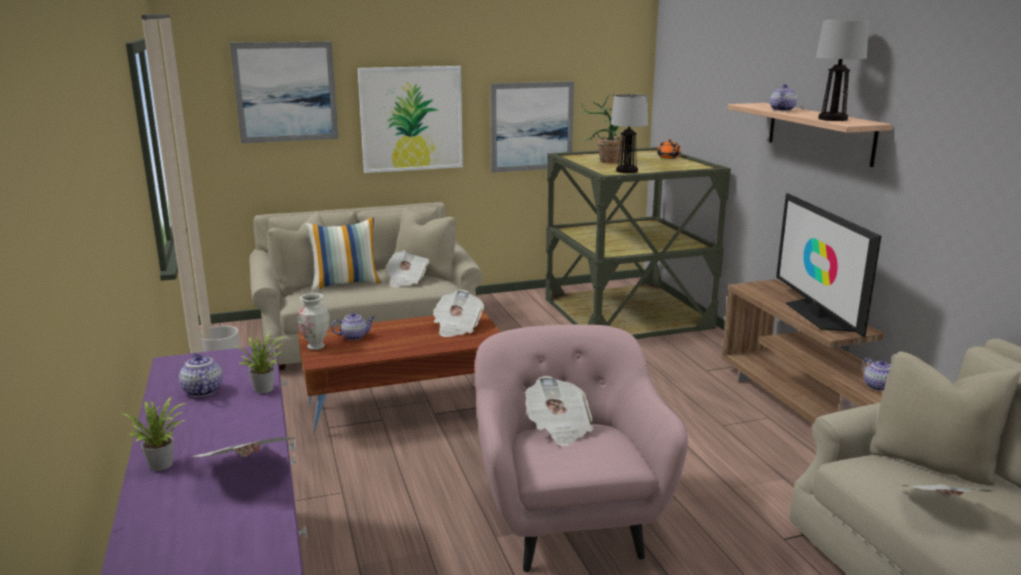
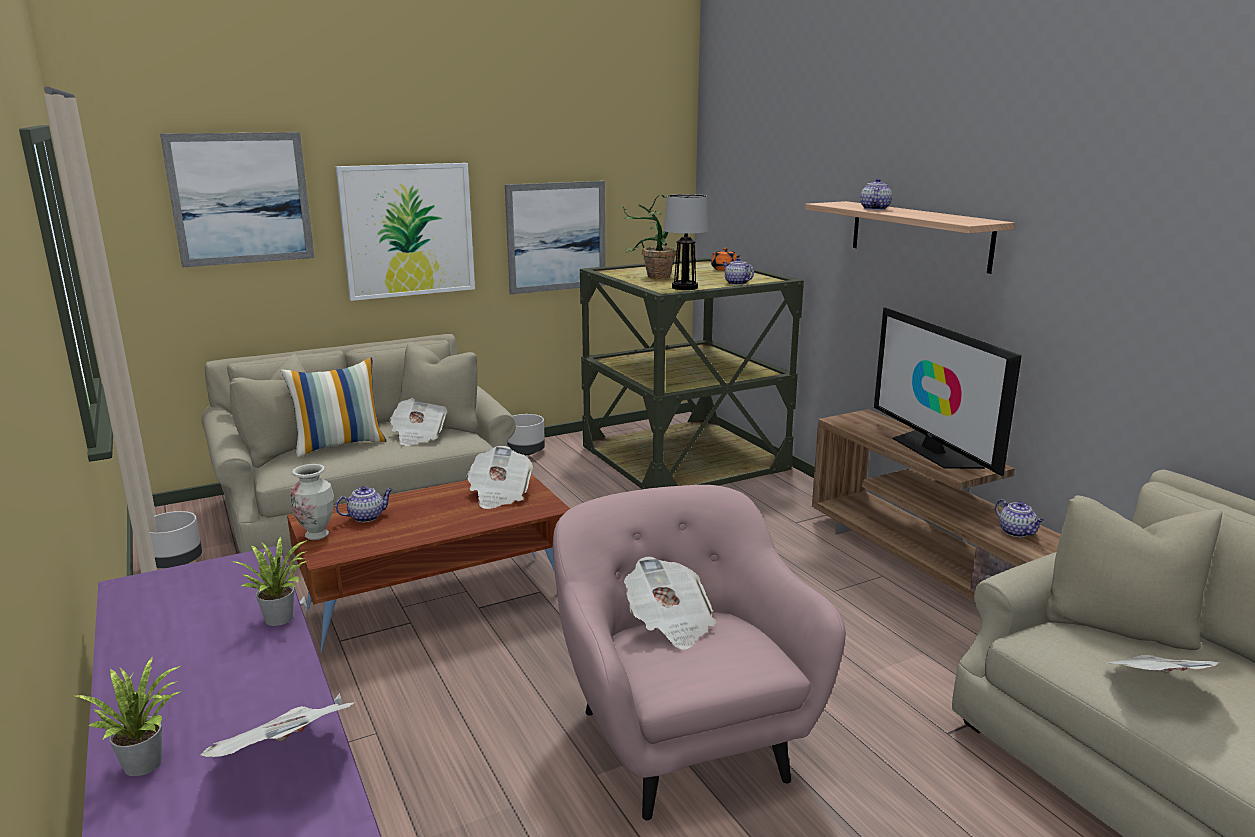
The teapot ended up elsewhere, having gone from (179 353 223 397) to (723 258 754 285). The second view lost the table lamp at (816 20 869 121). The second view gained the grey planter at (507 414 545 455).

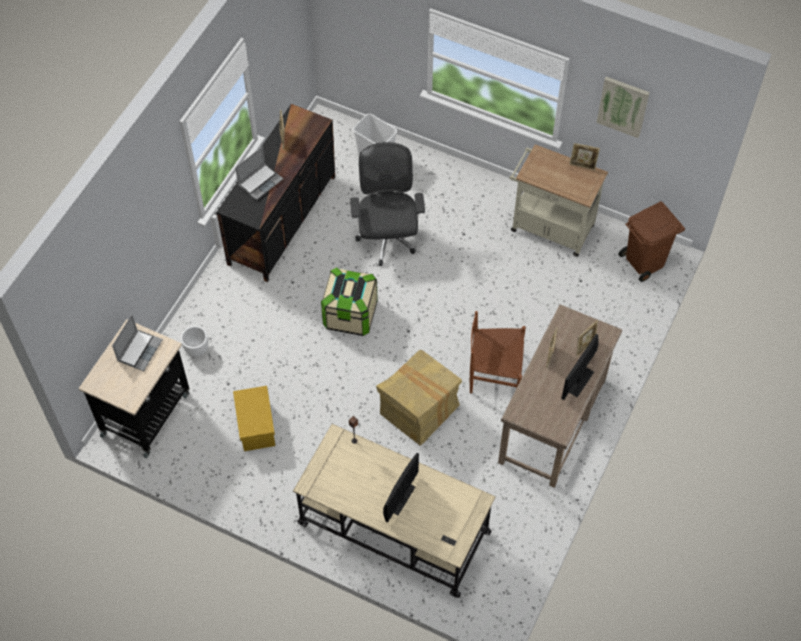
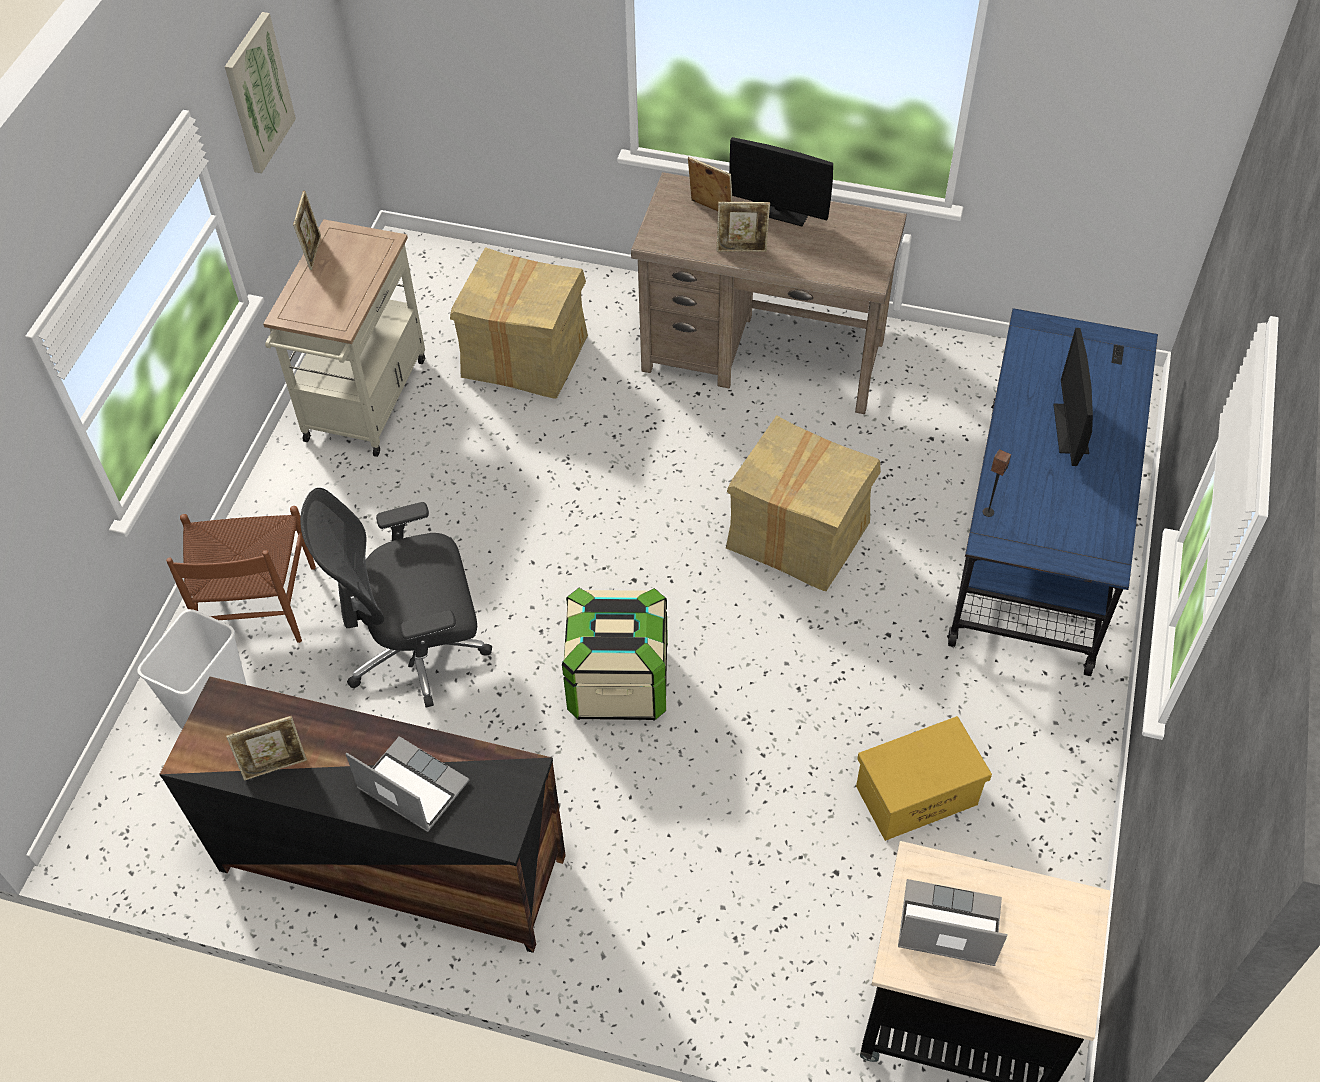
The second view lost the white planter at (181 326 208 357). What was the beige desk at (293 424 496 598) turned into the blue desk at (947 308 1158 676). The monitor at (383 453 419 522) ended up facing another way, 105 degrees counterclockwise from before. The brown chair ended up elsewhere, having gone from (470 311 526 393) to (166 506 316 643). The second view lost the brown trash can at (618 201 685 282). The second view gained the cardboard box at (450 247 588 399).

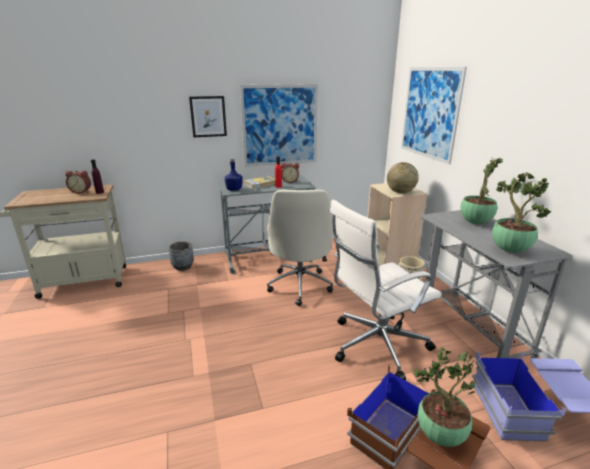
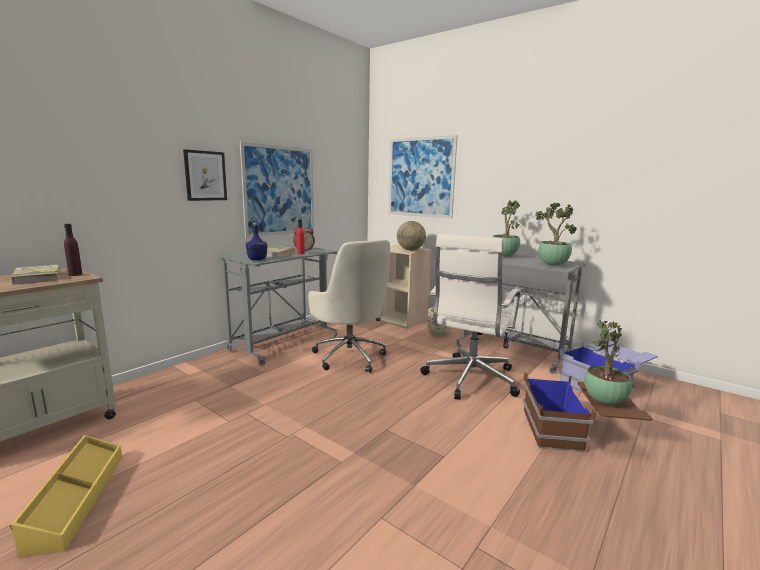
Where the alarm clock stood at (65 171 91 194), the book came to stand at (11 264 59 285). The second view lost the grey planter at (169 241 194 271). The second view gained the yellow storage box at (10 435 122 558).

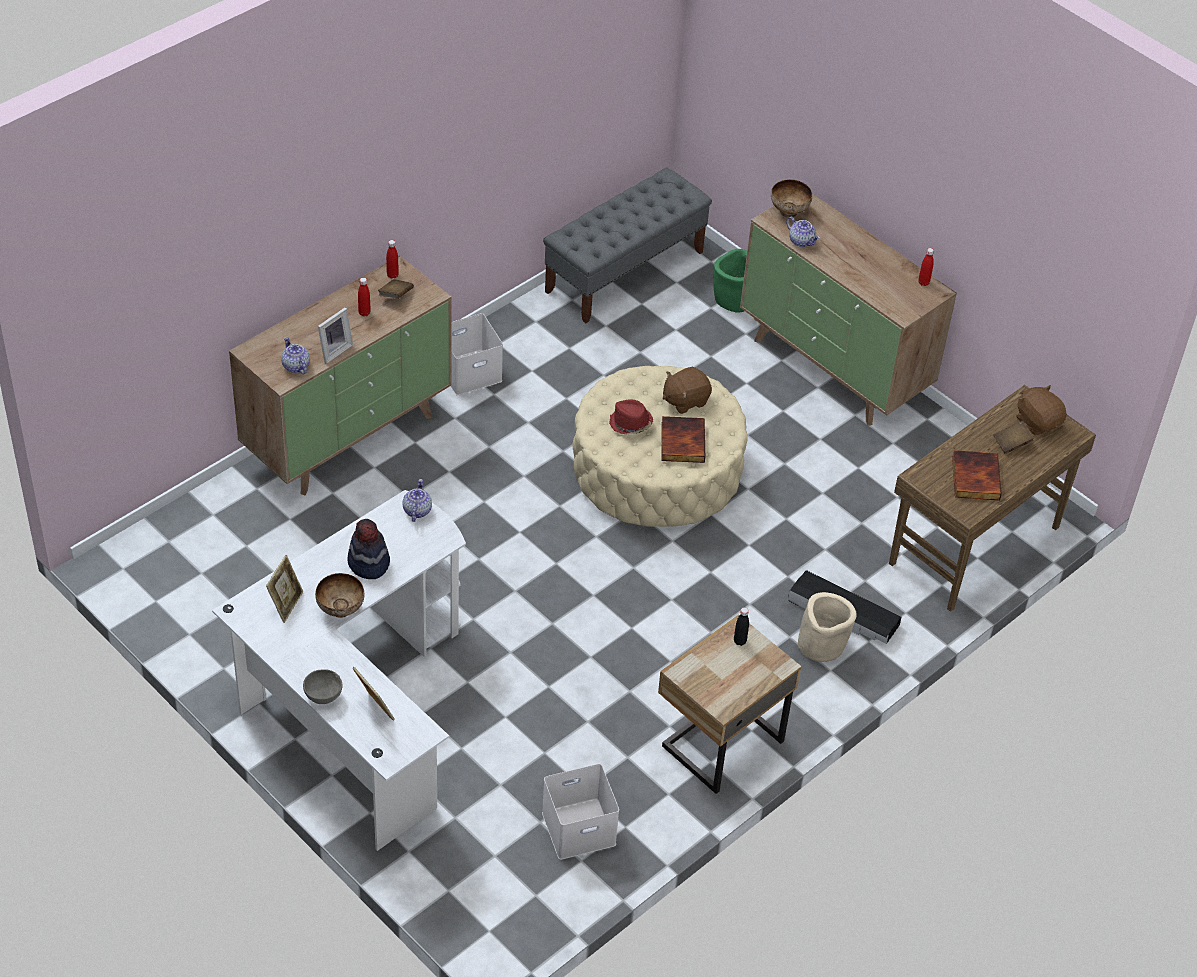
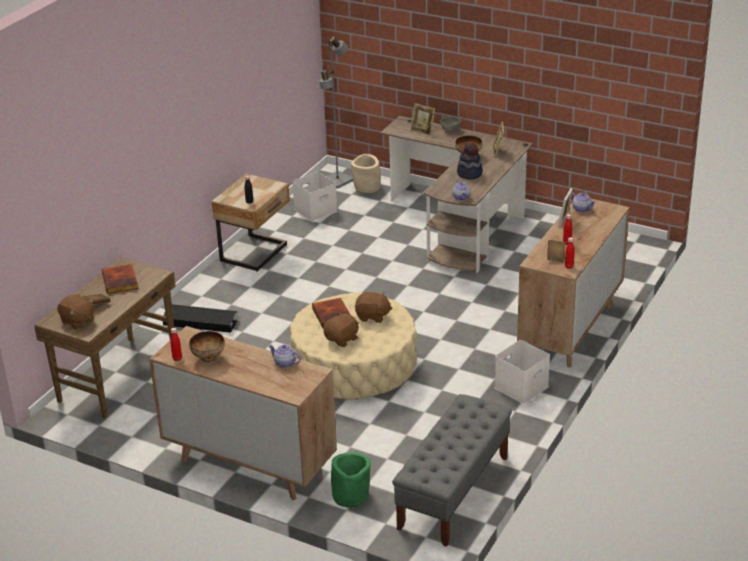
What was the white desk at (212 490 466 851) turned into the brown desk at (380 116 533 273). Where the red hat stood at (609 399 653 435), the brown plush toy came to stand at (355 292 392 323). The bowl ended up elsewhere, having gone from (771 179 812 218) to (189 331 225 363). The beige planter ended up elsewhere, having gone from (798 592 857 662) to (351 154 381 193). The second view gained the grey floor lamp at (319 37 353 189).

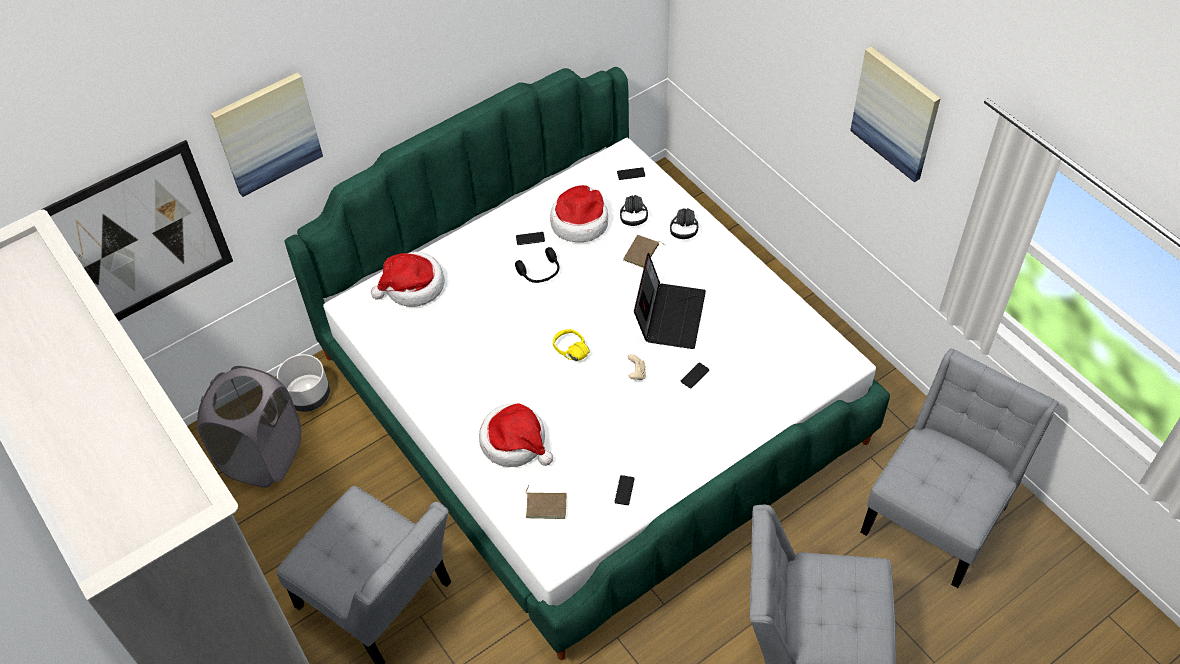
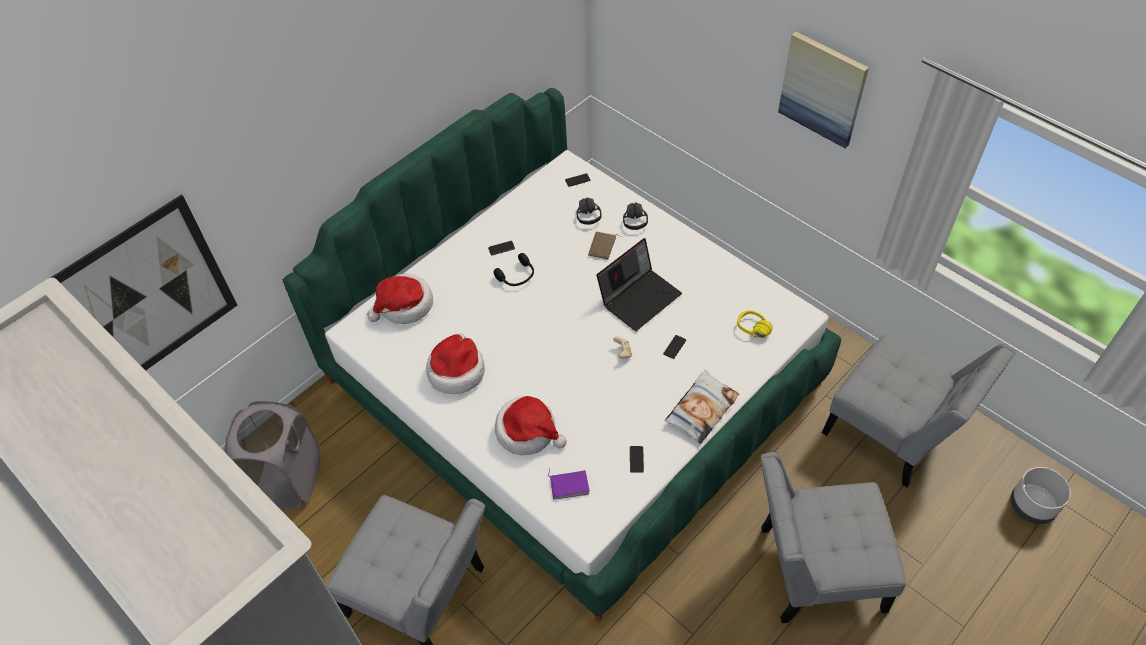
The second view lost the picture at (211 72 323 197). The grey planter ended up elsewhere, having gone from (277 354 330 412) to (1011 467 1071 524). What was the brown book at (526 485 567 519) turned into the purple book at (548 469 590 499). The hat ended up elsewhere, having gone from (550 185 608 242) to (426 333 485 394). The yellow headphones ended up elsewhere, having gone from (553 329 590 361) to (737 310 773 338). The laptop at (634 253 706 349) ended up facing another way, 45 degrees clockwise from before. The grey chair at (860 349 1059 588) ended up facing another way, 105 degrees clockwise from before. The second view gained the pillow at (665 370 739 444).

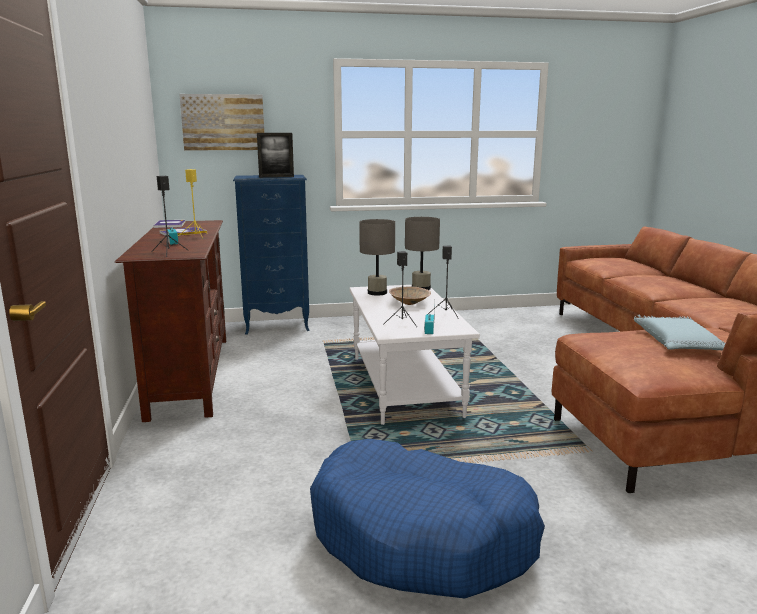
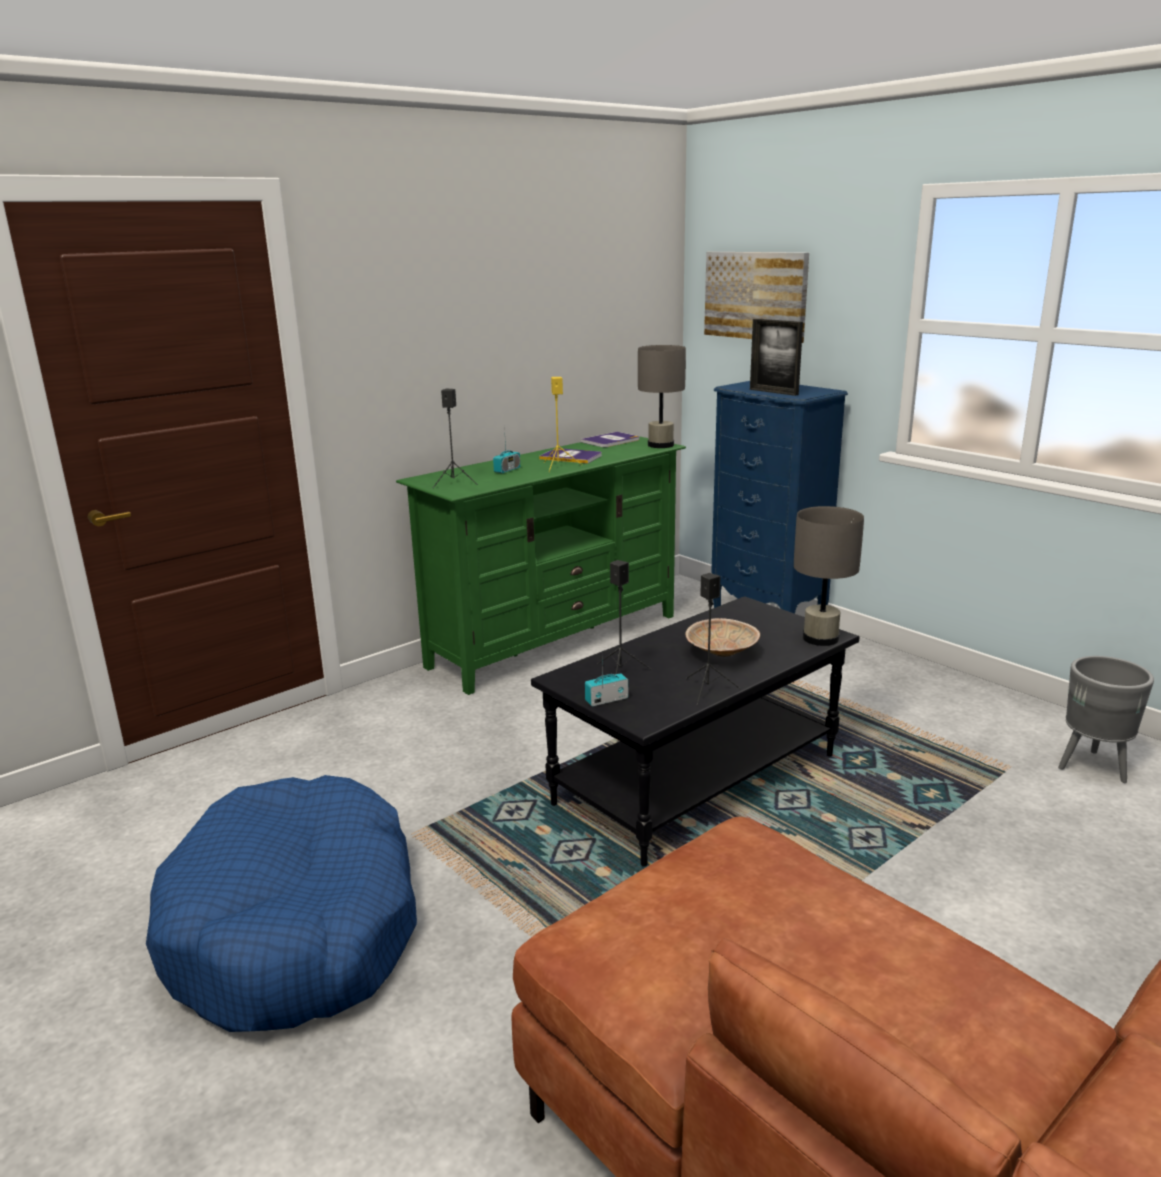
What was the brown tv stand at (115 220 226 422) turned into the green tv stand at (396 436 686 695). What was the white coffee table at (349 285 480 425) turned into the black coffee table at (531 596 859 867). The grey table lamp ended up elsewhere, having gone from (359 219 395 296) to (638 345 686 448). The second view lost the blue pillow at (633 314 725 350). The second view gained the grey planter at (1058 656 1154 783).

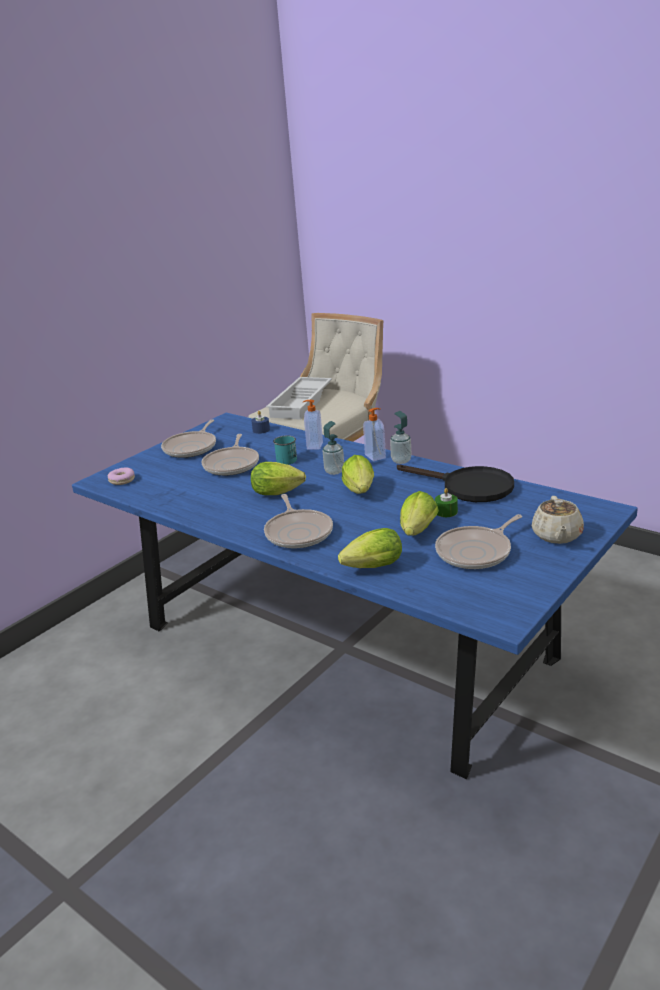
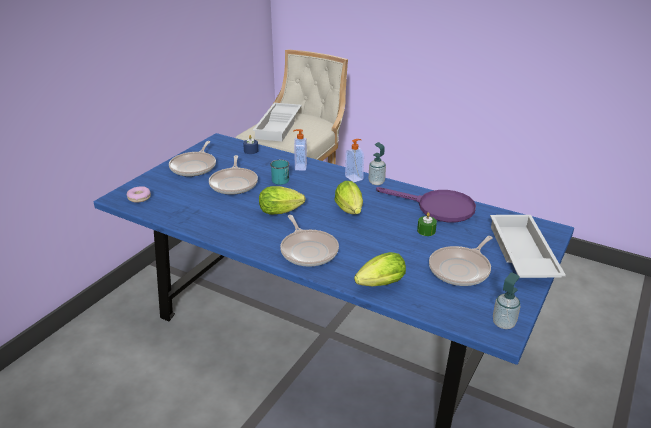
The soap dispenser ended up elsewhere, having gone from (323 421 344 475) to (493 272 520 329). What was the black frying pan at (397 465 514 502) turned into the purple frying pan at (376 187 476 222). The second view lost the lettuce at (400 491 439 536). Where the beige teapot stood at (532 496 584 544), the white tray came to stand at (490 215 566 278).

